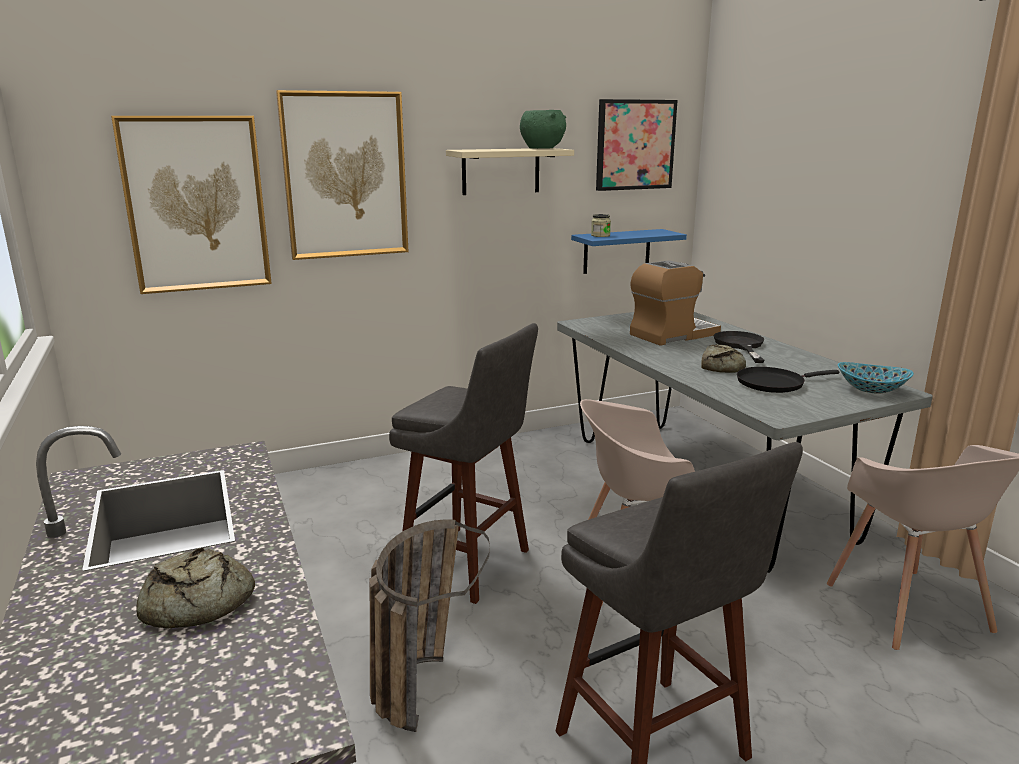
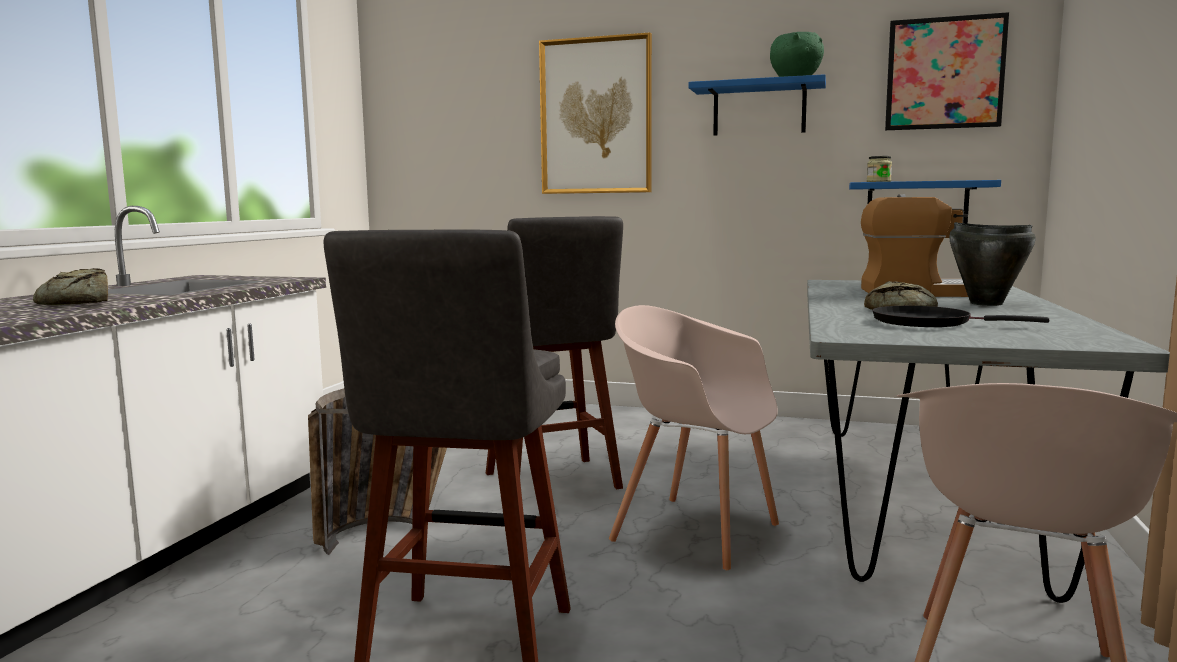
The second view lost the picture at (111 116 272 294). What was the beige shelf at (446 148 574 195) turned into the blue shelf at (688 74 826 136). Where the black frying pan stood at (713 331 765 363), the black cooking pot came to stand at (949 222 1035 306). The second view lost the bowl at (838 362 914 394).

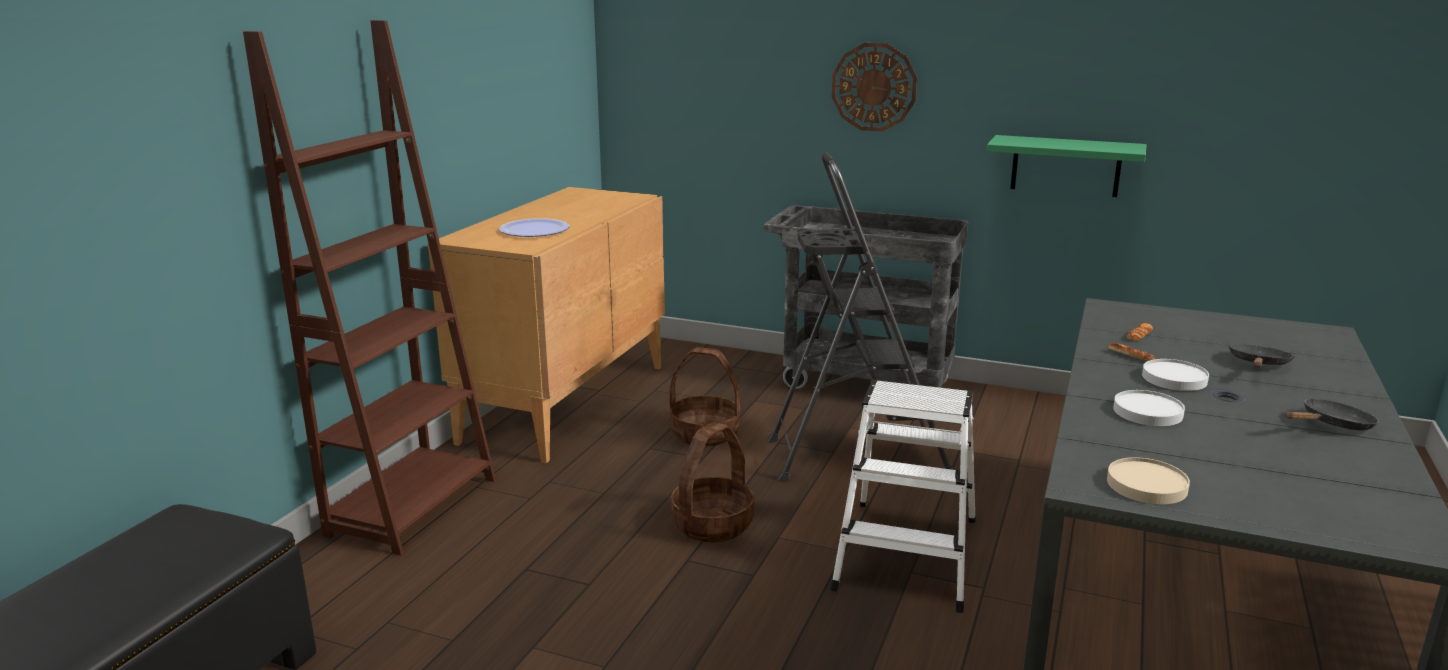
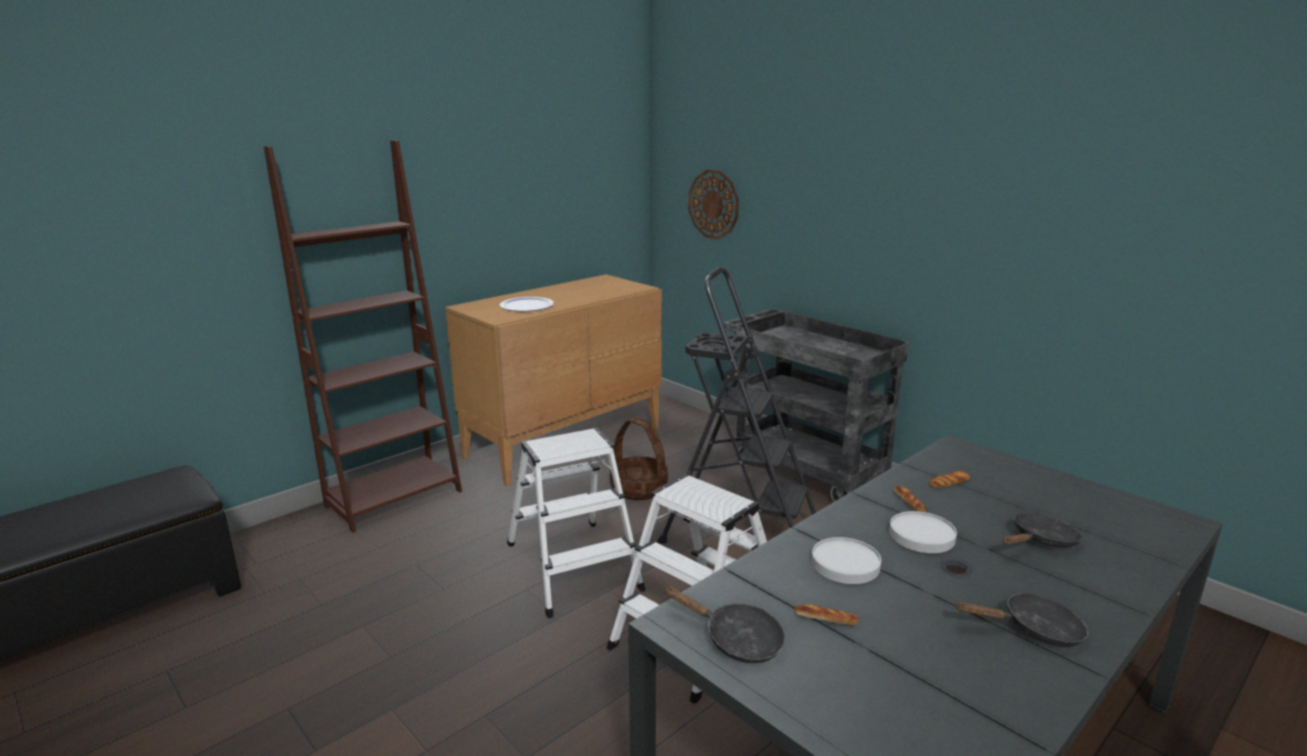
Where the basket stood at (671 422 754 542), the white step ladder came to stand at (507 427 645 618). The wall clock ended up elsewhere, having gone from (832 43 917 132) to (688 170 739 240). The second view lost the green shelf at (986 135 1146 197). Where the beige plate stood at (1107 457 1190 504), the black frying pan came to stand at (664 586 785 663). The second view gained the bread at (795 604 859 625).

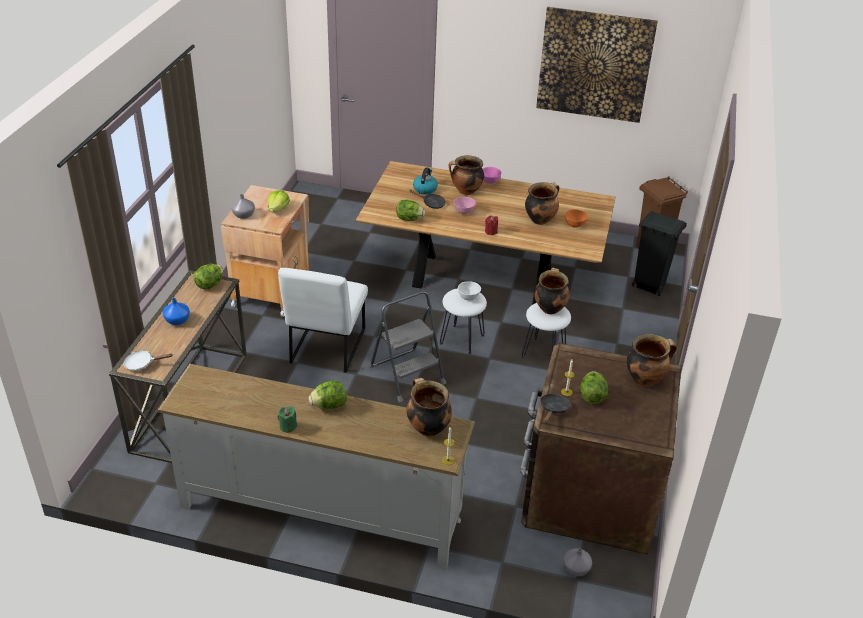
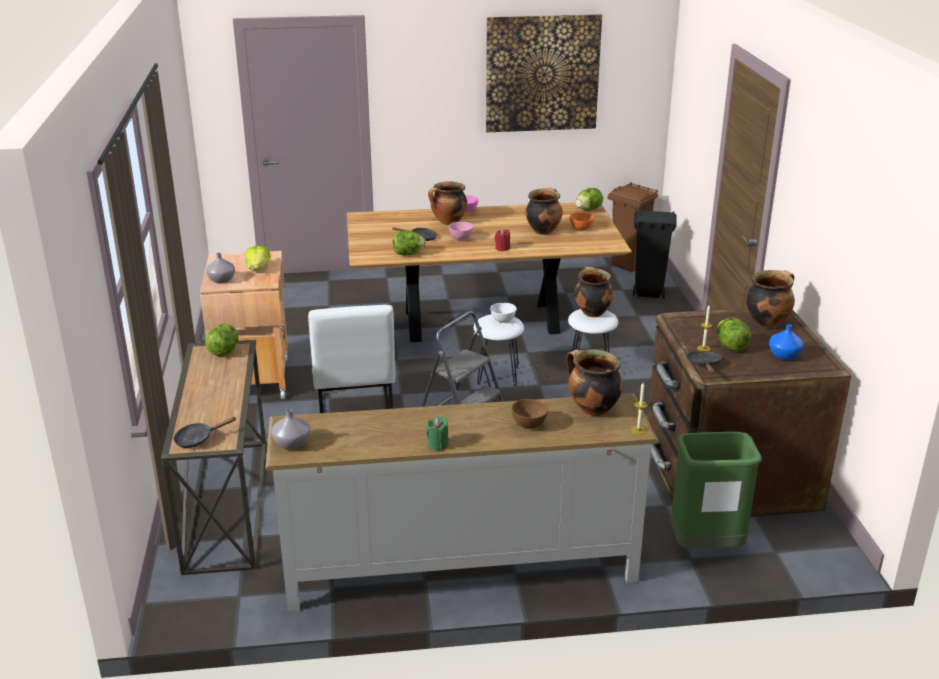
What was the white frying pan at (123 350 172 371) turned into the black frying pan at (173 417 237 448). The blue vase ended up elsewhere, having gone from (163 298 190 325) to (769 324 804 360). The lettuce ended up elsewhere, having gone from (309 380 347 409) to (576 188 603 210). The second view lost the kettle at (413 167 438 194). The grey vase ended up elsewhere, having gone from (563 548 592 576) to (272 409 310 450). The second view gained the brown bowl at (511 399 548 429). The second view gained the green trash can at (670 432 762 548).

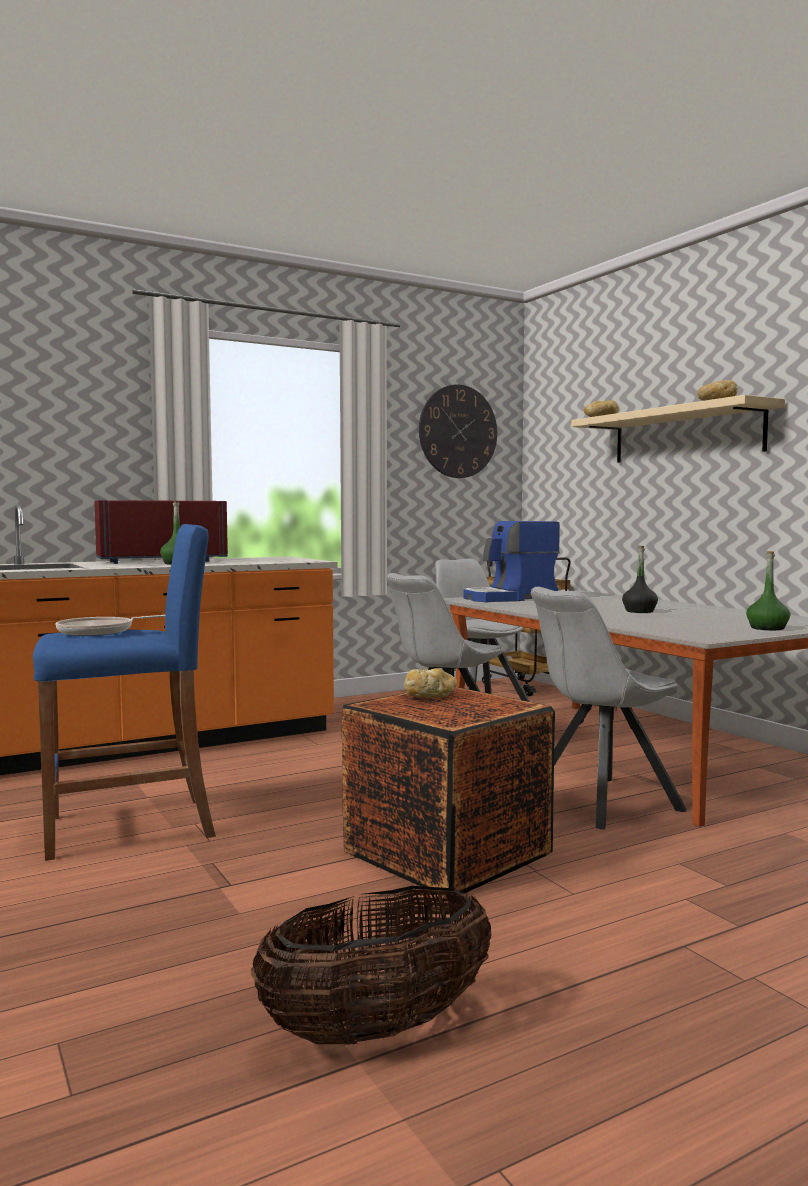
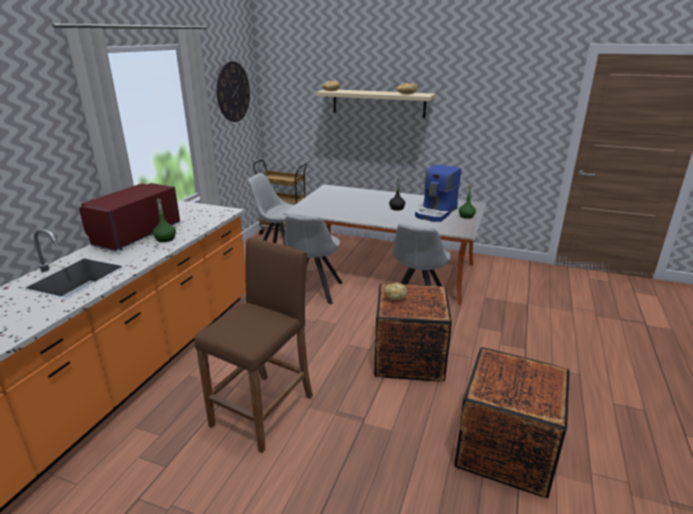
What was the blue stool at (33 524 216 861) turned into the brown stool at (194 238 313 453). The second view lost the frying pan at (56 615 166 636). Where the basket stood at (251 886 491 1045), the crate came to stand at (454 347 570 498). The coffee machine ended up elsewhere, having gone from (463 521 560 602) to (415 164 461 222).

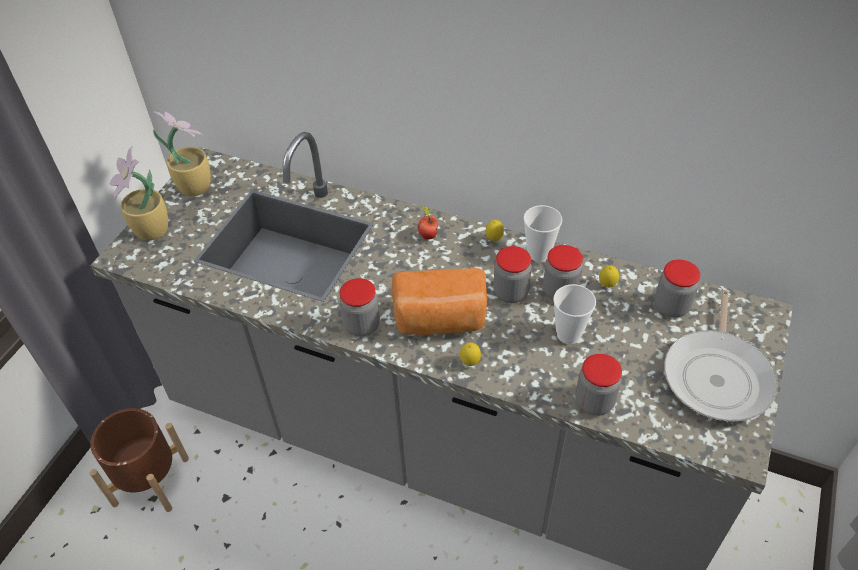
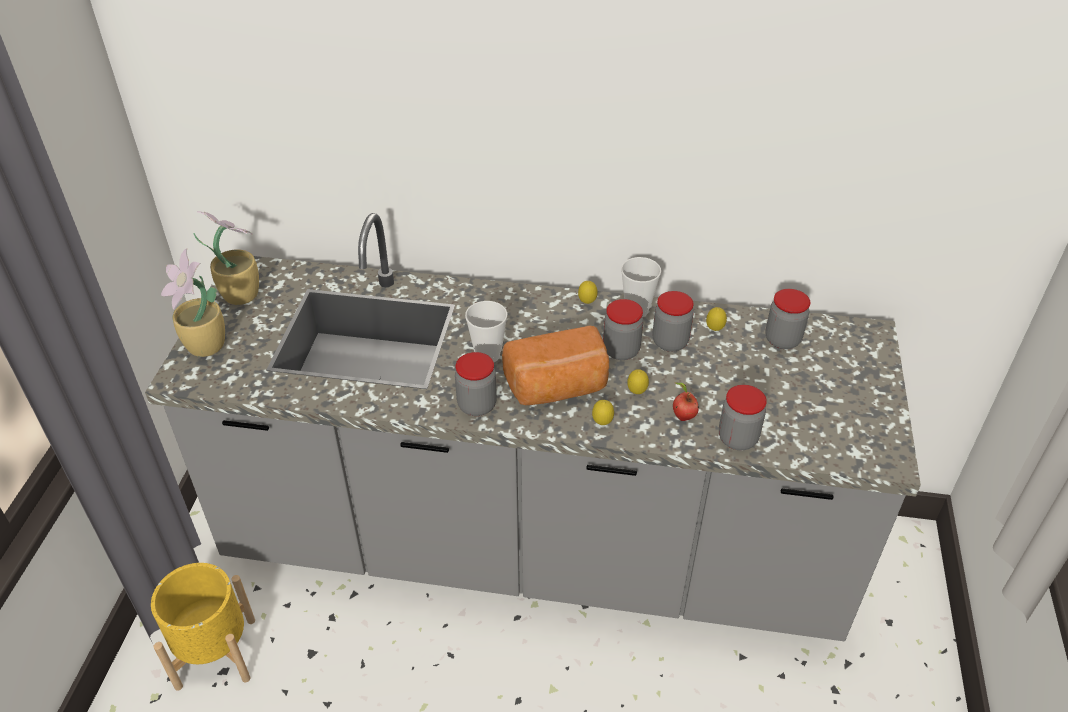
What was the brown planter at (90 408 189 512) turned into the yellow planter at (151 563 255 691). The apple ended up elsewhere, having gone from (418 206 438 239) to (673 382 699 421). The cup ended up elsewhere, having gone from (553 284 596 344) to (465 301 507 362). The second view lost the frying pan at (664 290 778 421). The second view gained the lemon at (627 369 649 394).

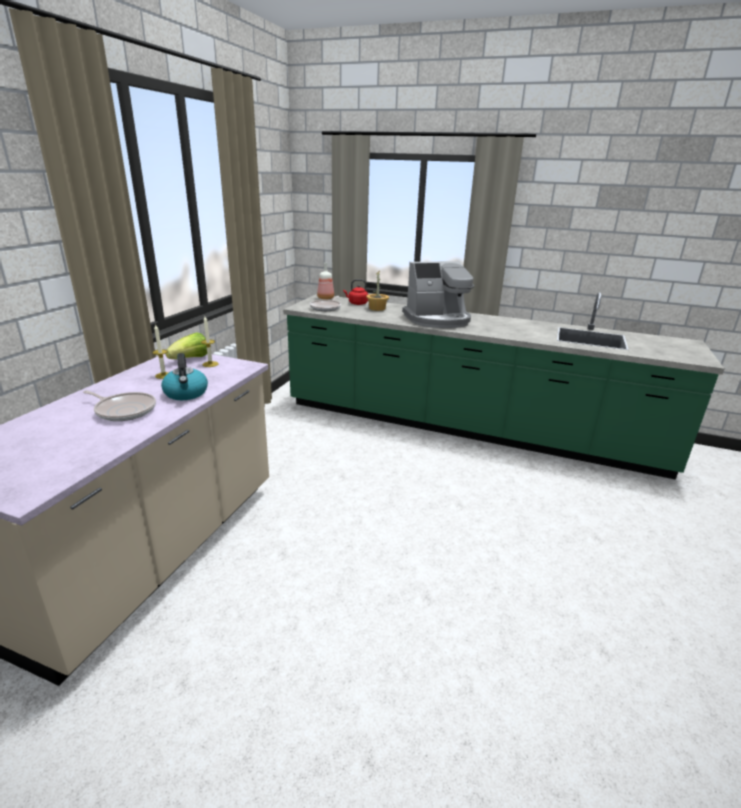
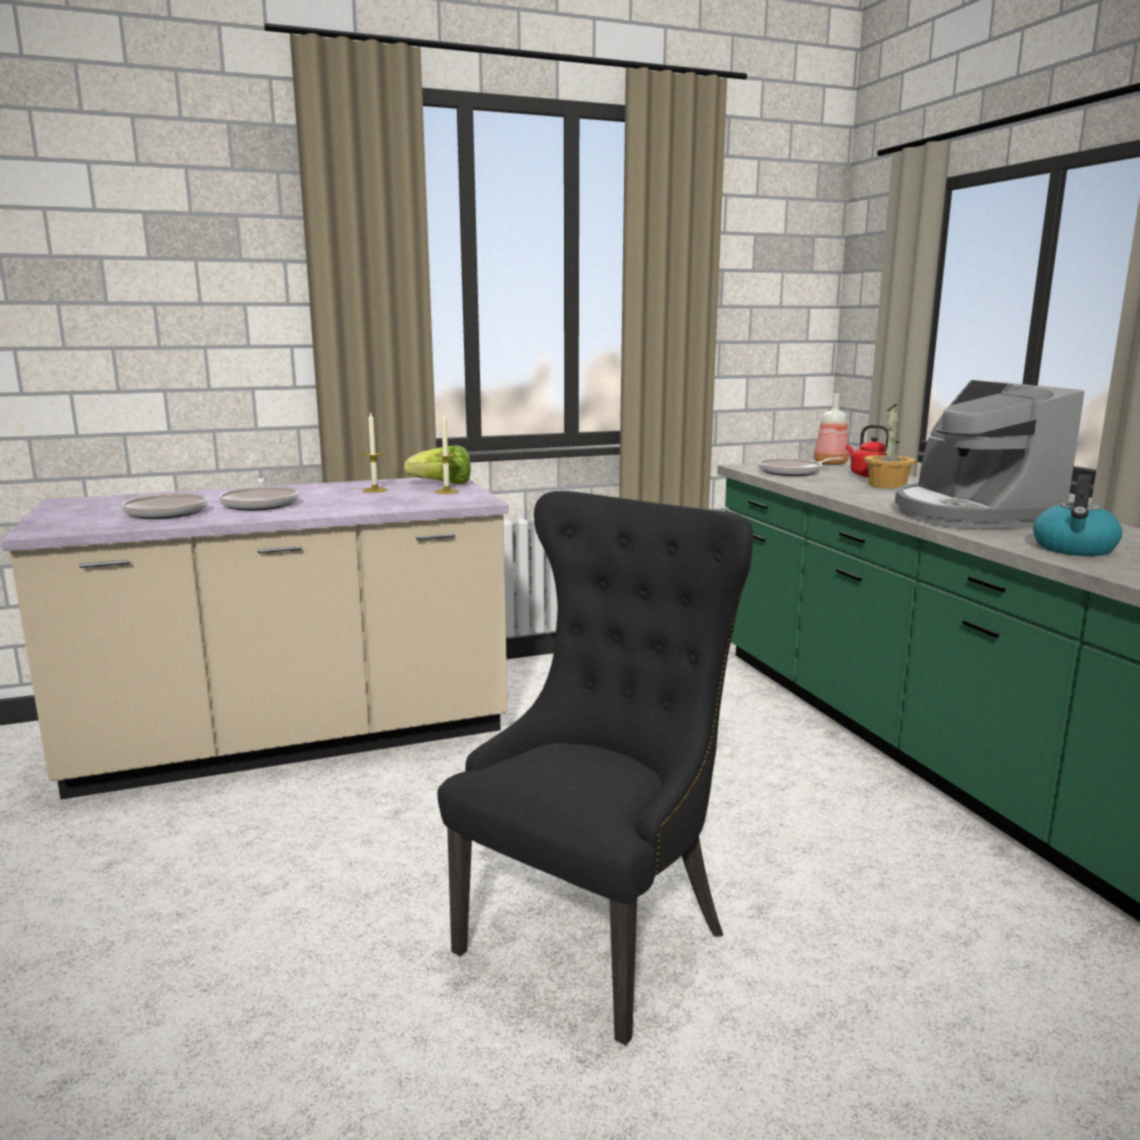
The kettle ended up elsewhere, having gone from (161 353 208 400) to (1033 474 1122 556). The coffee machine at (402 261 474 328) ended up facing another way, 45 degrees clockwise from before. The second view gained the frying pan at (121 484 208 519). The second view gained the black chair at (437 491 753 1046).

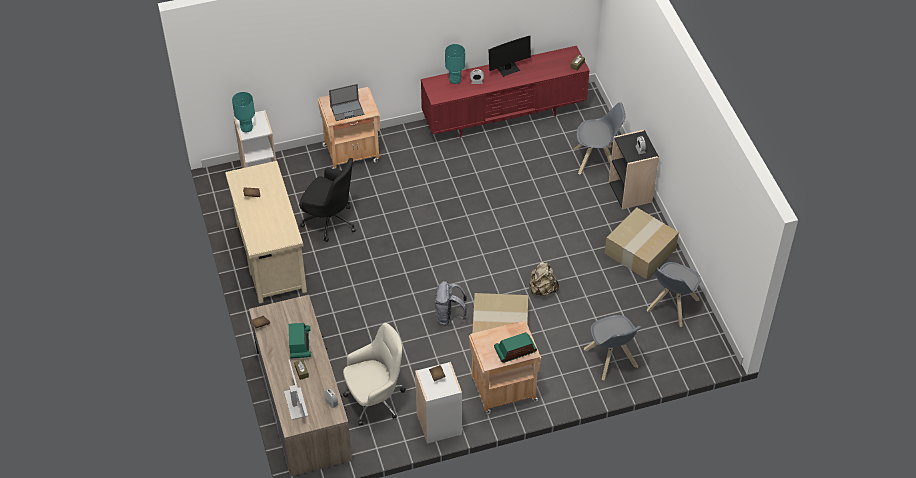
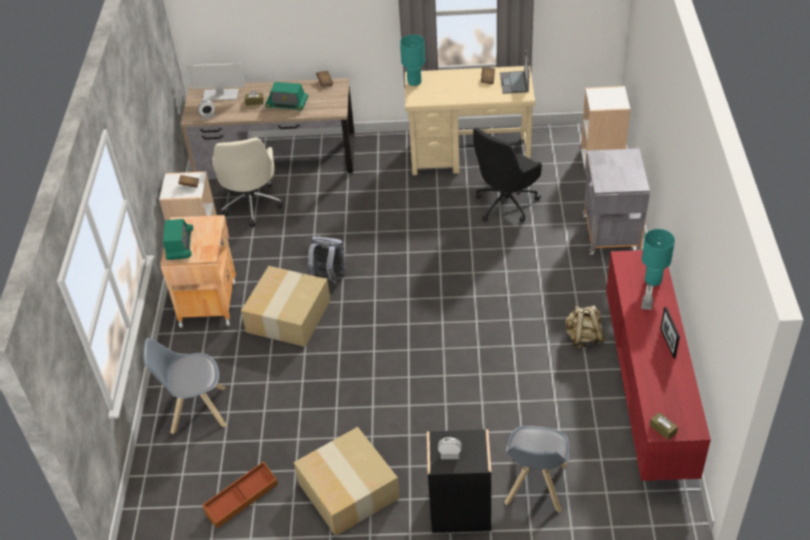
The turquoise table lamp ended up elsewhere, having gone from (232 92 255 133) to (400 35 425 86). What was the brown cart at (318 87 380 169) turned into the grey cart at (583 148 650 255). The laptop ended up elsewhere, having gone from (329 84 364 121) to (500 50 529 94). Where the monitor stood at (489 36 531 77), the picture frame came to stand at (660 307 680 358). The beige backpack ended up elsewhere, having gone from (529 262 559 296) to (566 305 606 348). Where the grey chair stood at (647 262 701 327), the brown storage box came to stand at (202 461 278 529).

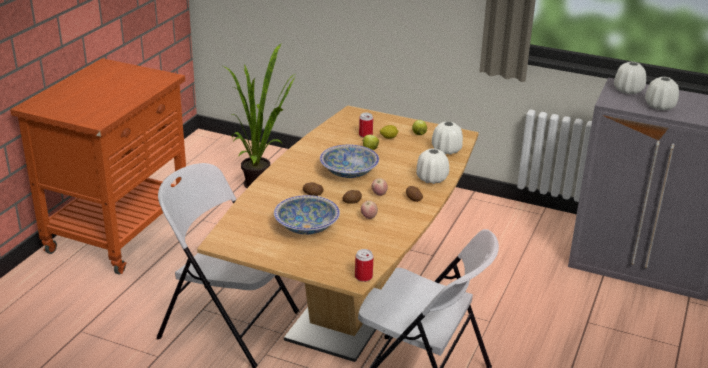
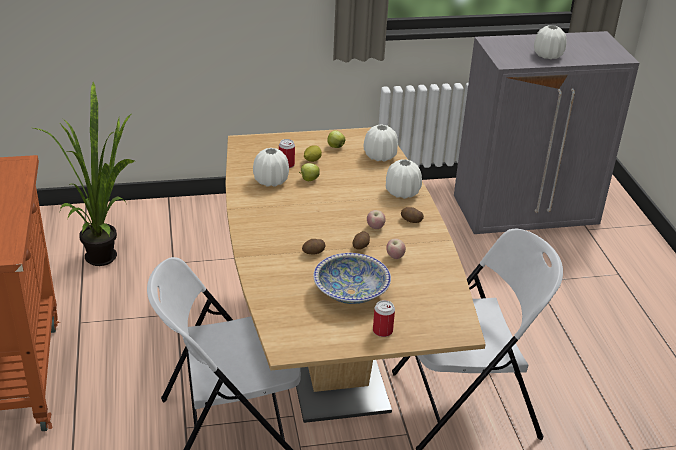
The second view lost the bowl at (320 145 379 178). The can ended up elsewhere, having gone from (355 249 373 282) to (373 300 395 337). The white vase ended up elsewhere, having gone from (614 62 646 94) to (253 148 289 187).

